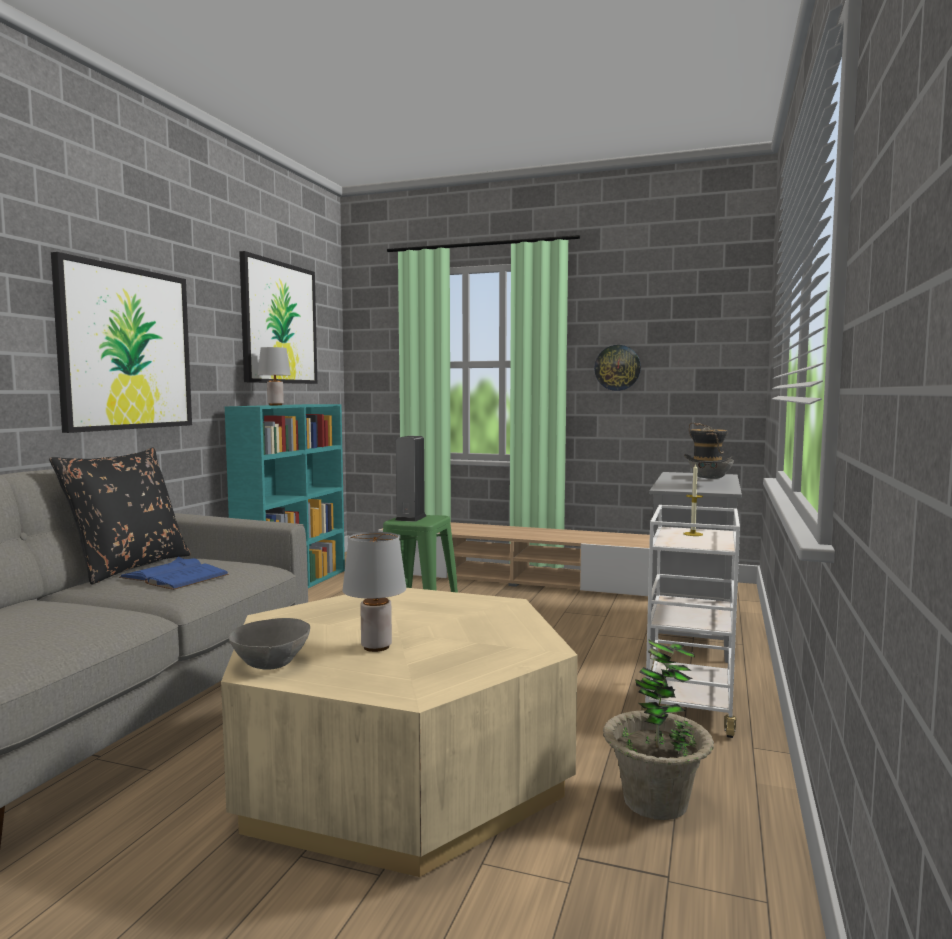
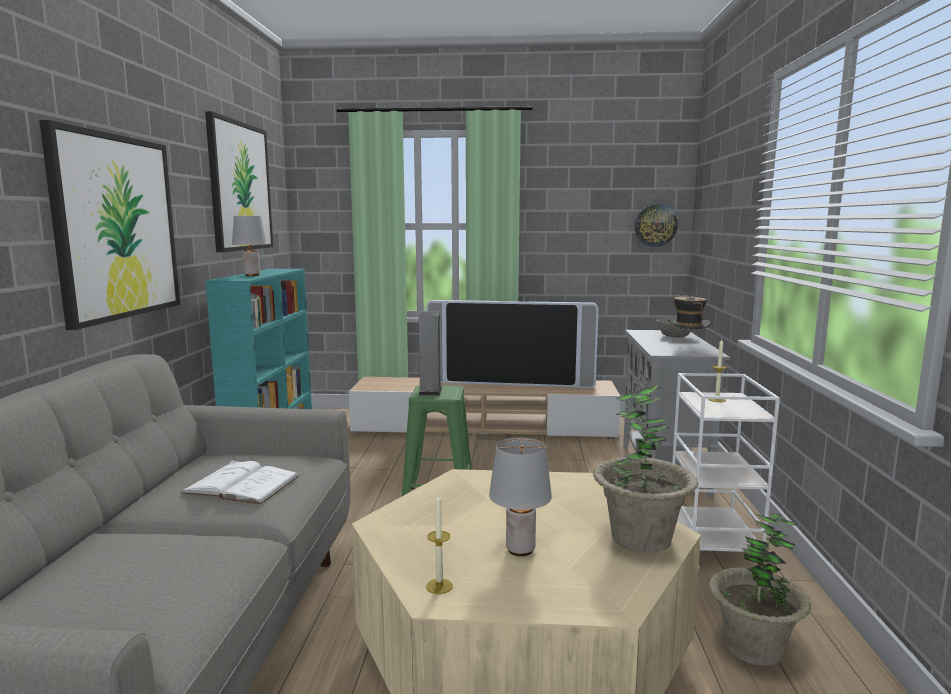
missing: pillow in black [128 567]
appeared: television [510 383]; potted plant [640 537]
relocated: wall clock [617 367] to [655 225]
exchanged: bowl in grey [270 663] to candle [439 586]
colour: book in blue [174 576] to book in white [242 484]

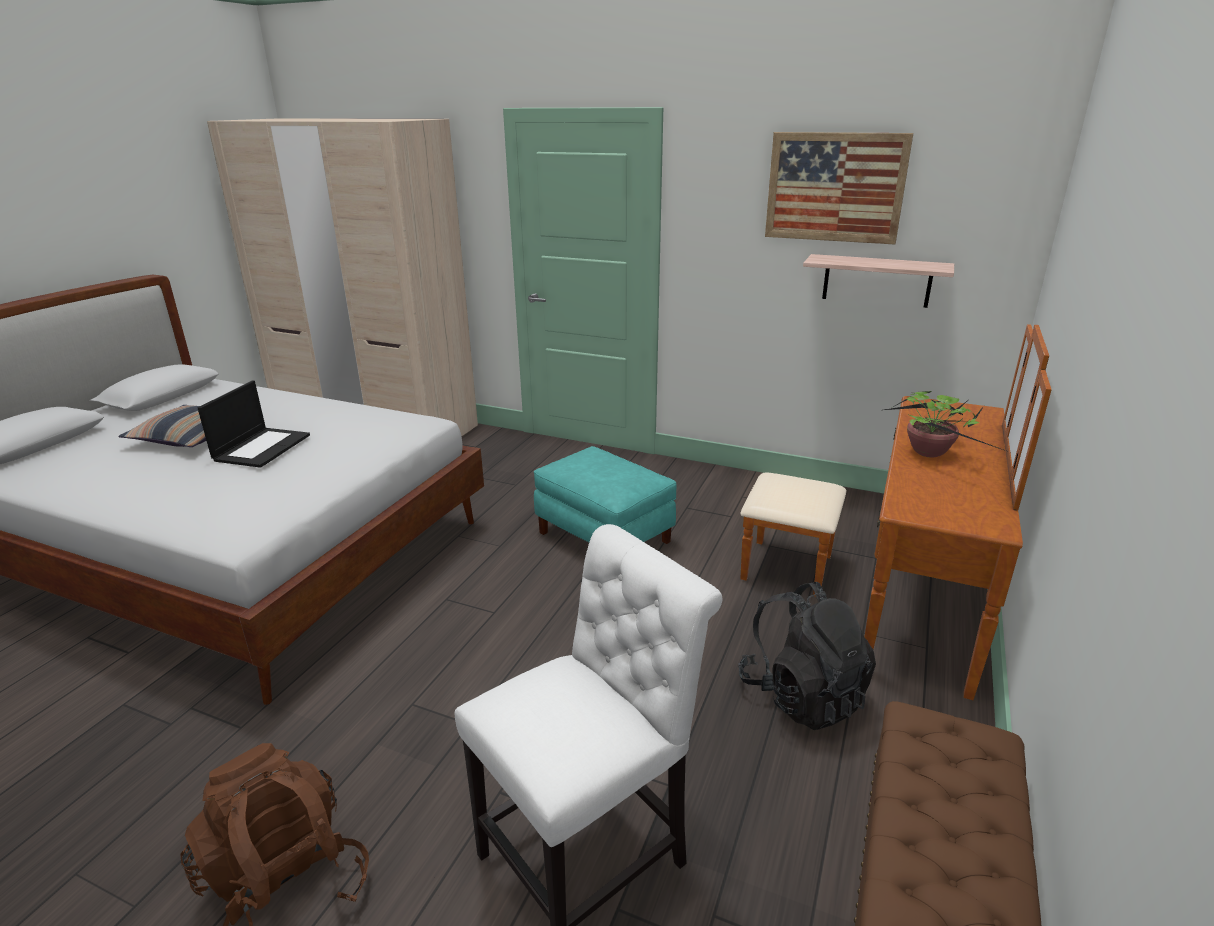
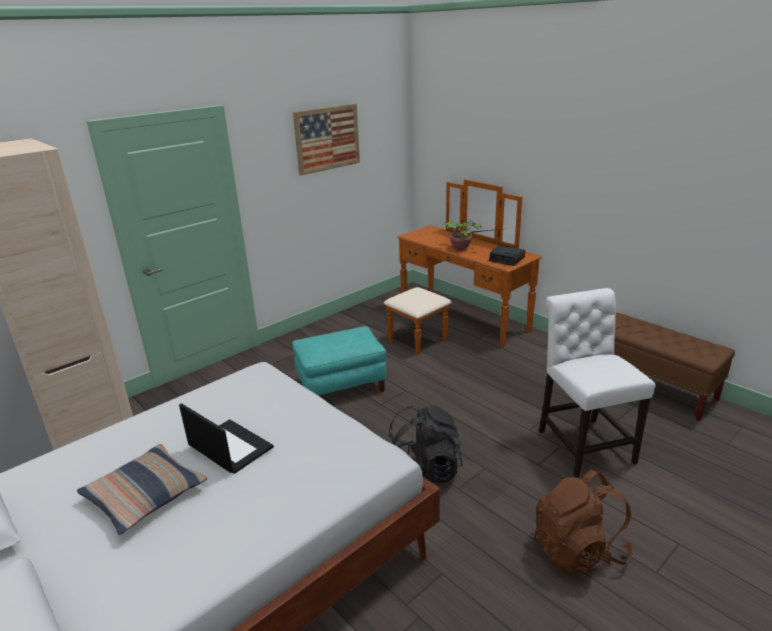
missing: shelf [876 280]
appeared: alarm clock [507 259]
relocated: backpack in black [802 695] to [423 472]

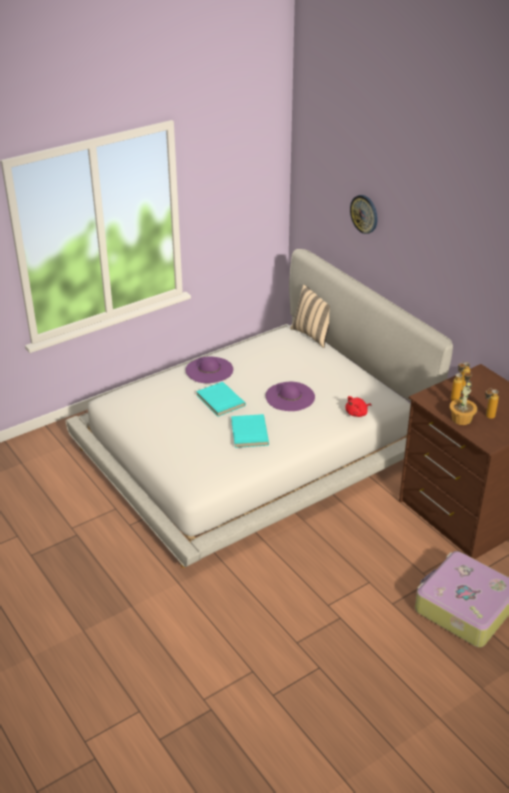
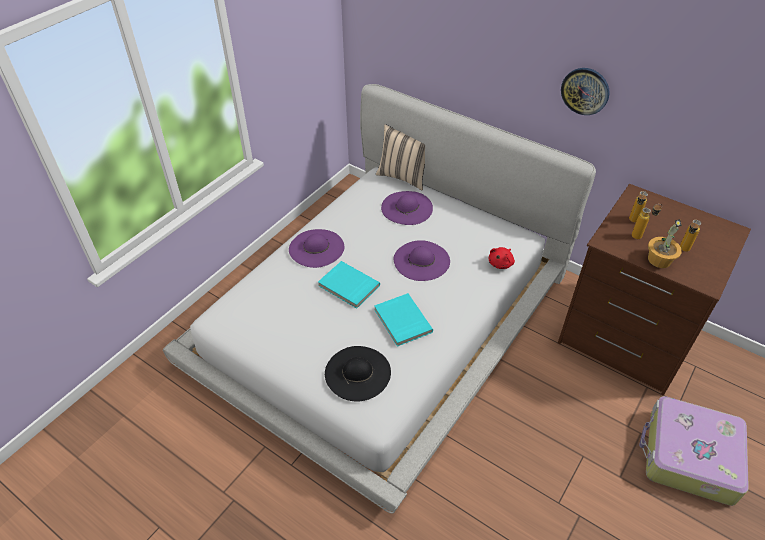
appeared: hat in black [357 373]; hat in purple [407 208]
relocated: wall clock [364 214] to [585 91]

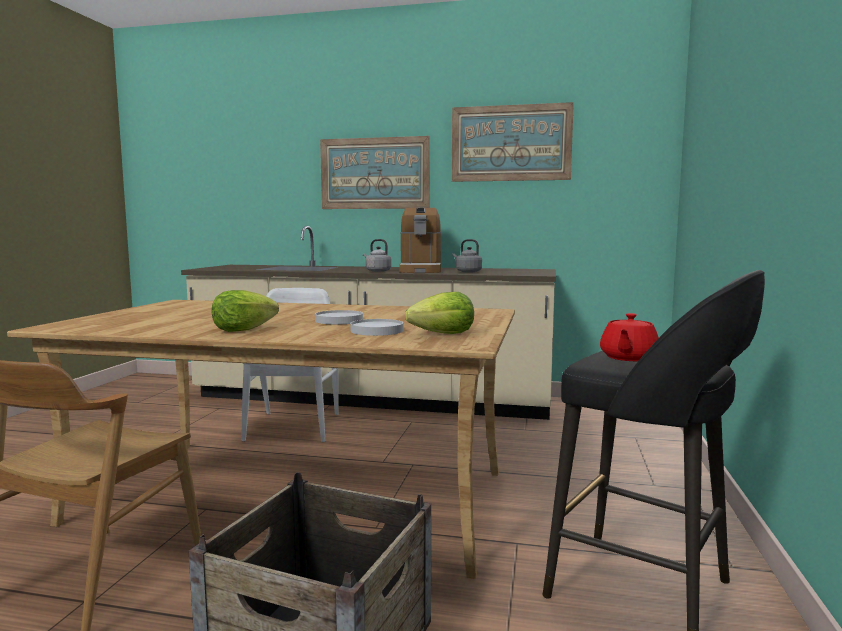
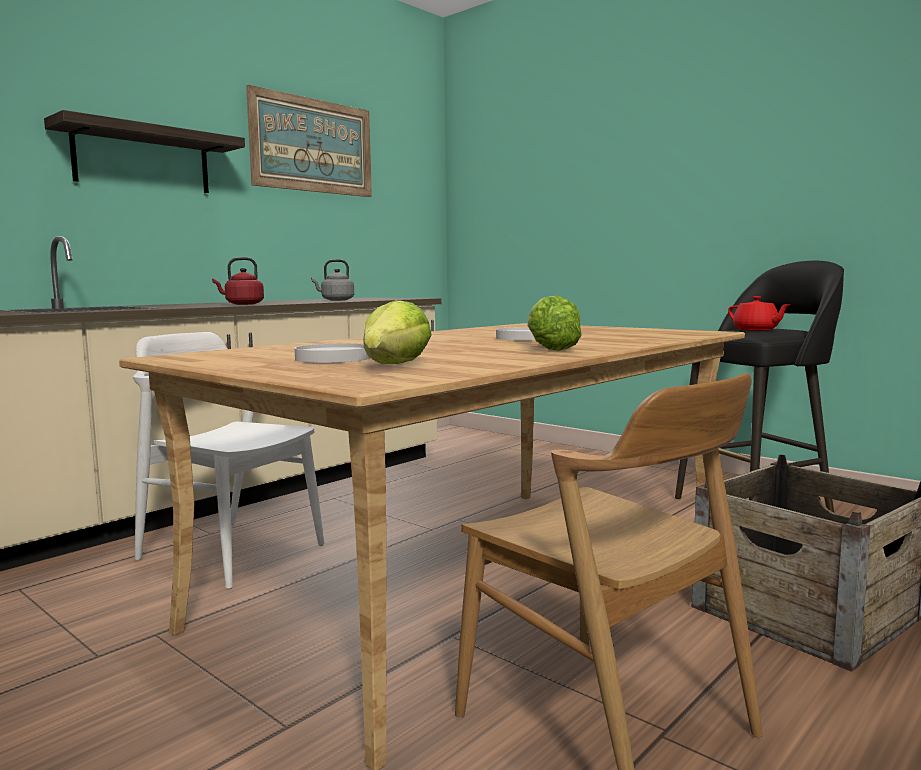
missing: coffee machine [420 270]
relocated: plate in white [376 330] to [332 358]; lettuce [443 334] to [395 365]
exchanged: picture [374 173] to shelf [143 160]
colour: kettle in grey [377 271] to kettle in red [242 304]

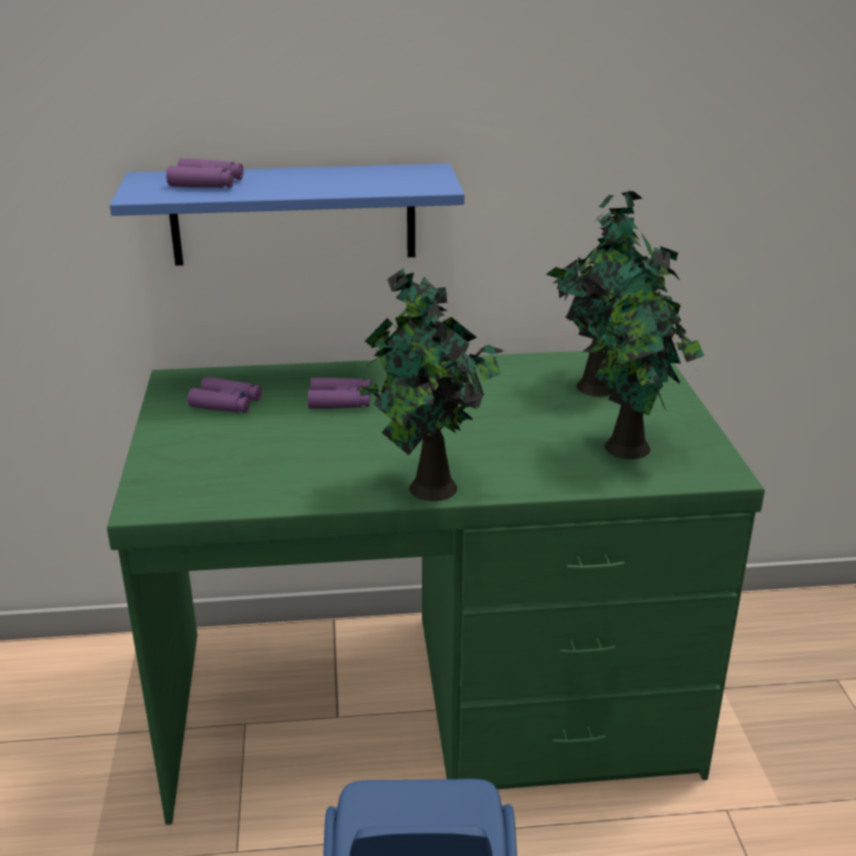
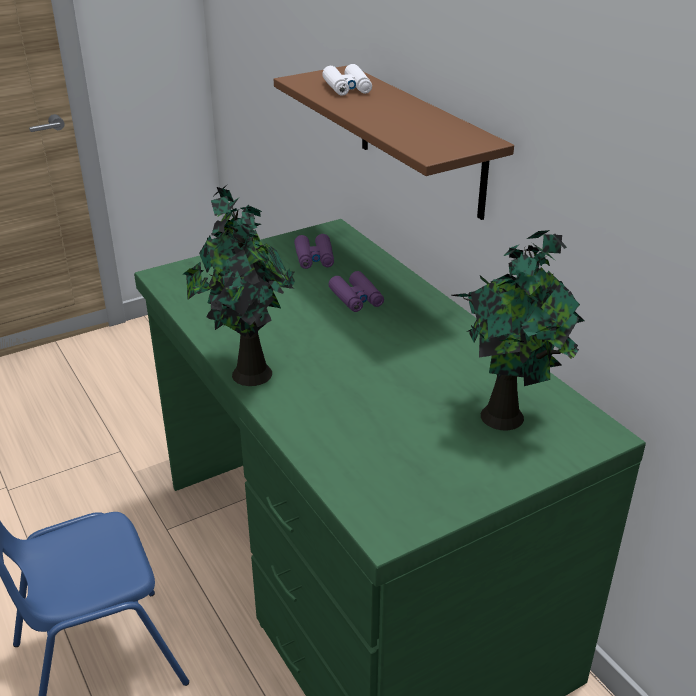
missing: potted plant [630 449]
colour: shelf in blue [293 214] to shelf in brown [421 141]; binoculars in purple [207 183] to binoculars in white [347 88]

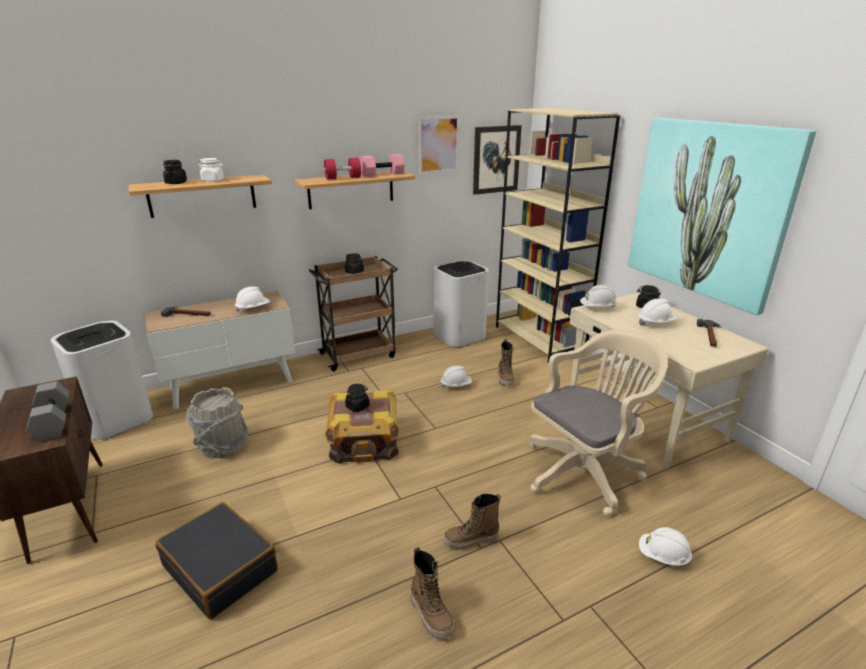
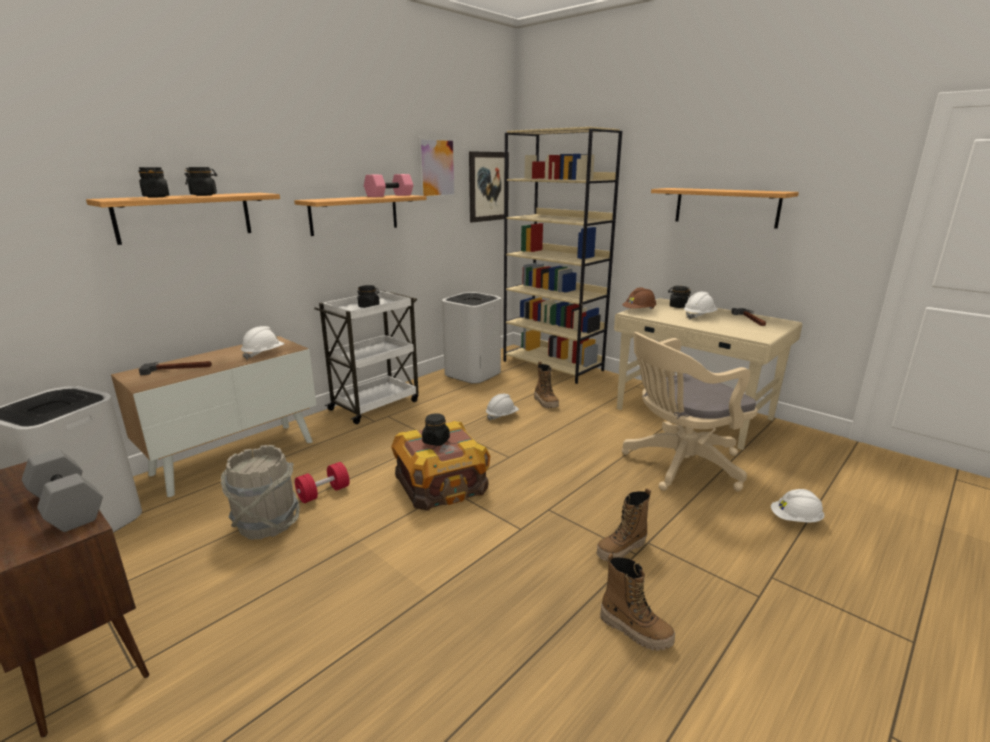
missing: suitcase in black [221 568]
relocated: dumbbell in red [343 178] to [323 493]
exchanged: picture [708 210] to shelf [726 207]
colour: jar in white [213 180] to jar in black [204 195]; cart in brown [359 355] to cart in white [376 404]; hard hat in white [597 308] to hard hat in brown [639 311]
spun: office chair in beige [586 470] = [678 465] 150 degrees counterclockwise

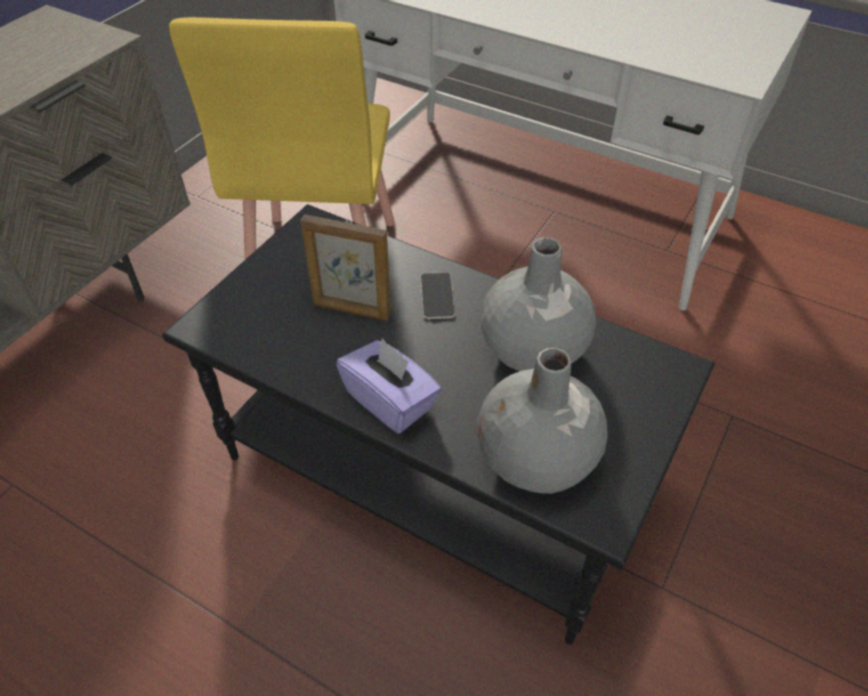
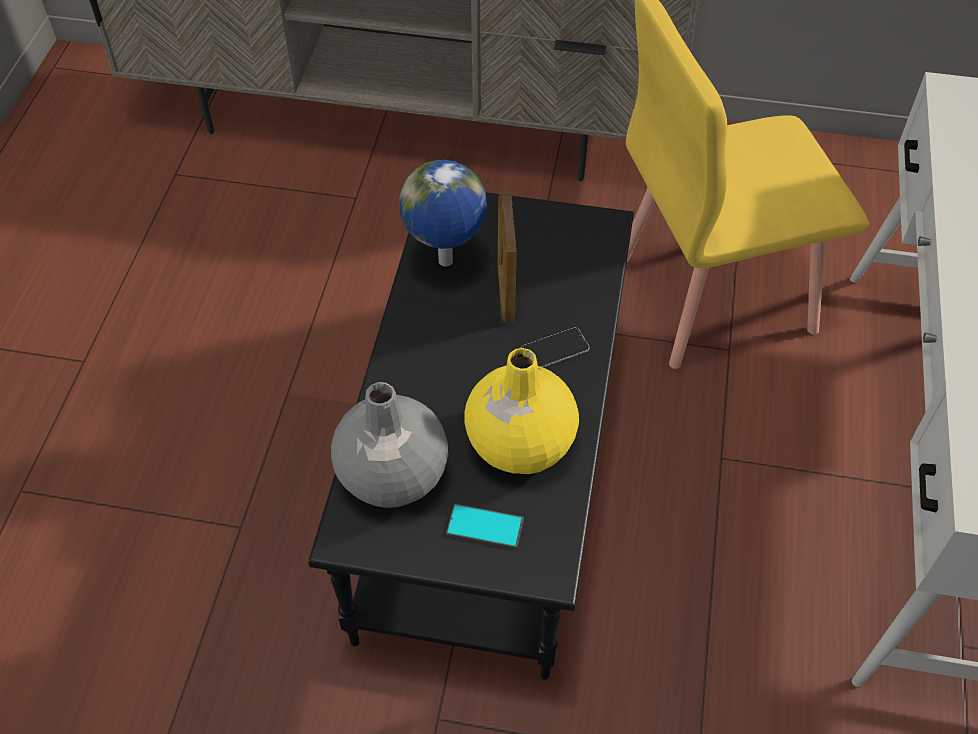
missing: tissue box in purple [390 401]
appeared: globe [446 262]; phone [485 526]
colour: vase in grey [532 349] to vase in yellow [519 442]

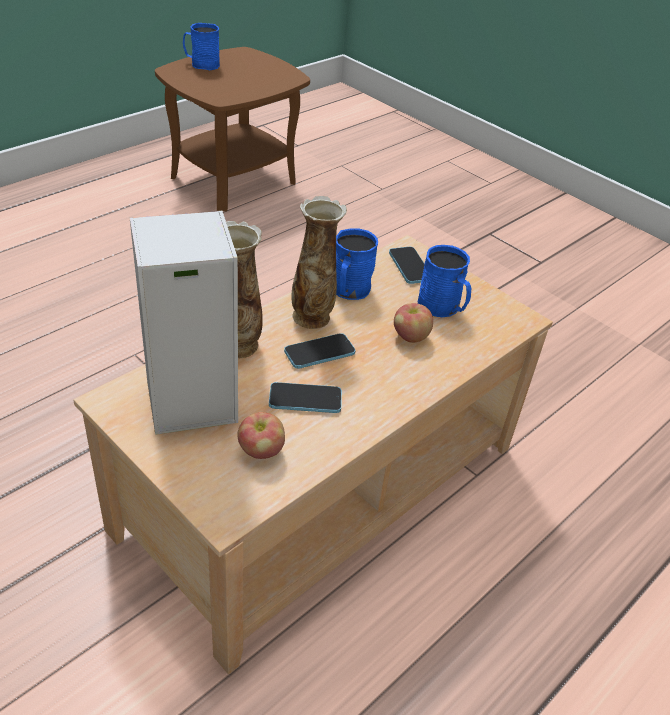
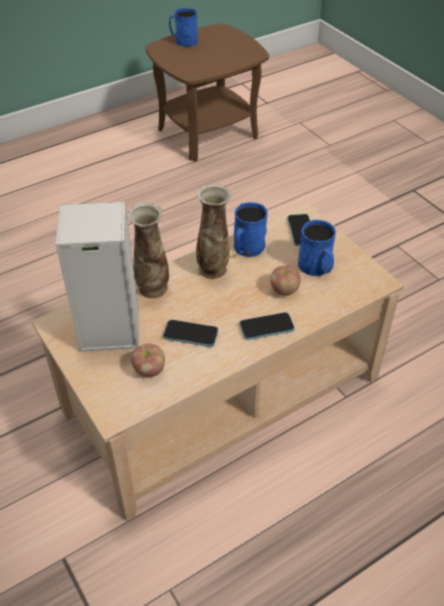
relocated: phone [319 352] to [266 327]

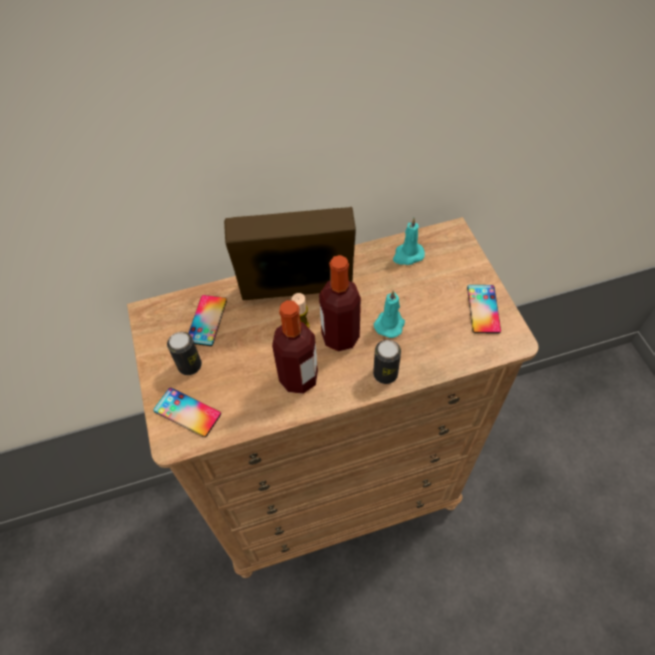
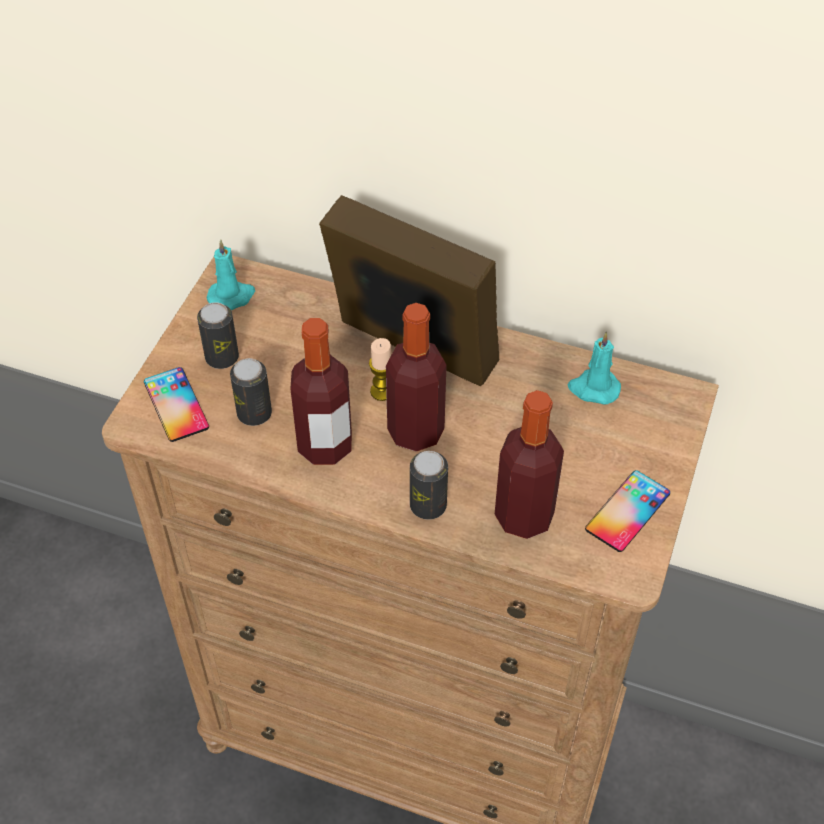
missing: phone [207 320]
appeared: can [254 413]; bottle [524 516]
relocated: candle in turquoise [390 323] to [232 297]

